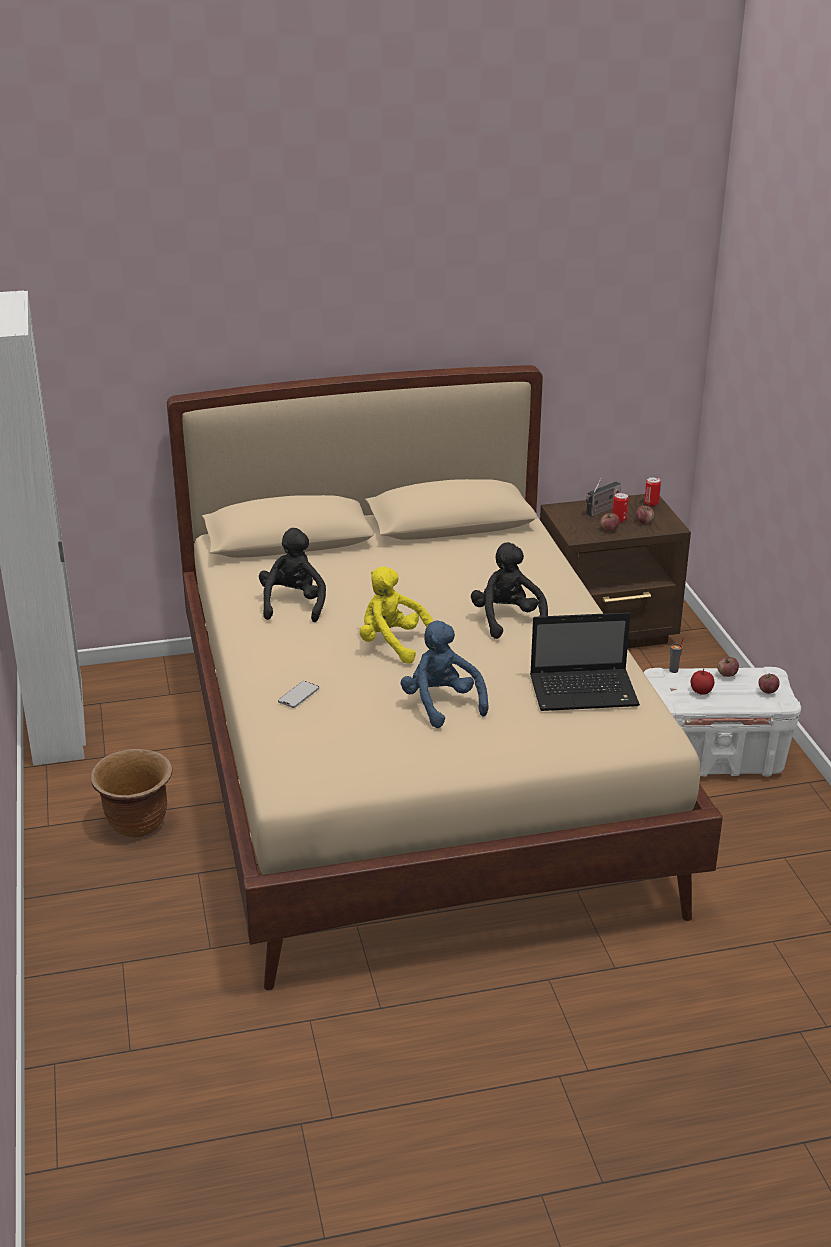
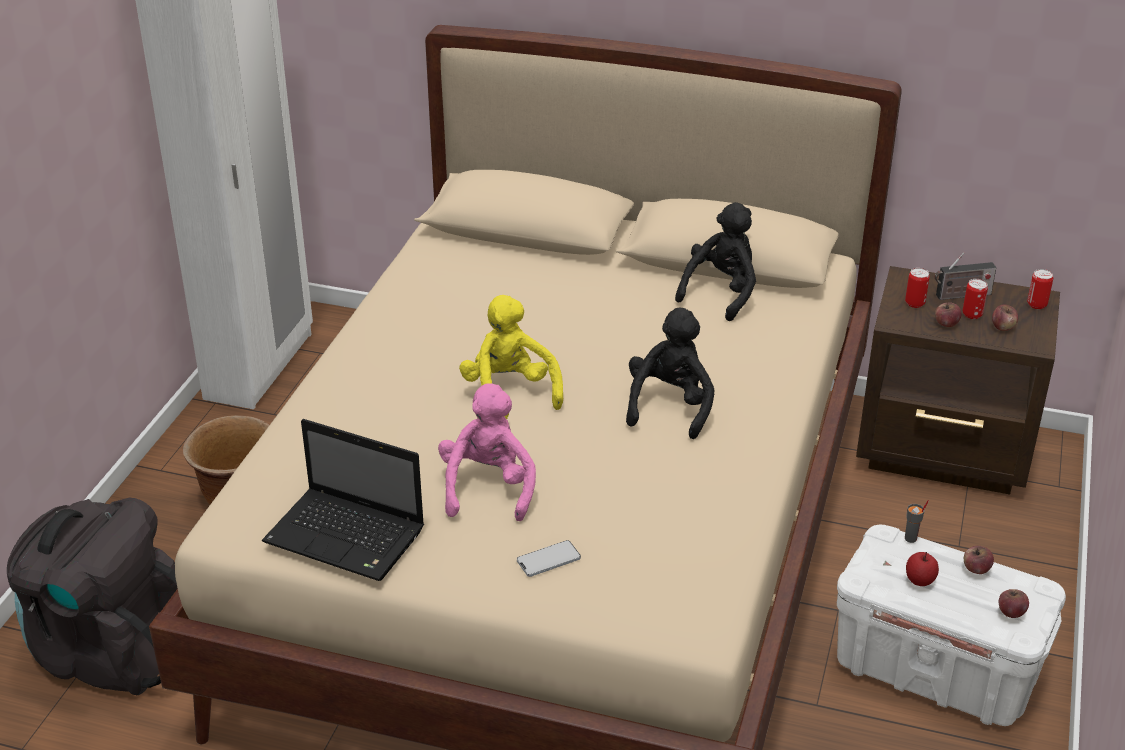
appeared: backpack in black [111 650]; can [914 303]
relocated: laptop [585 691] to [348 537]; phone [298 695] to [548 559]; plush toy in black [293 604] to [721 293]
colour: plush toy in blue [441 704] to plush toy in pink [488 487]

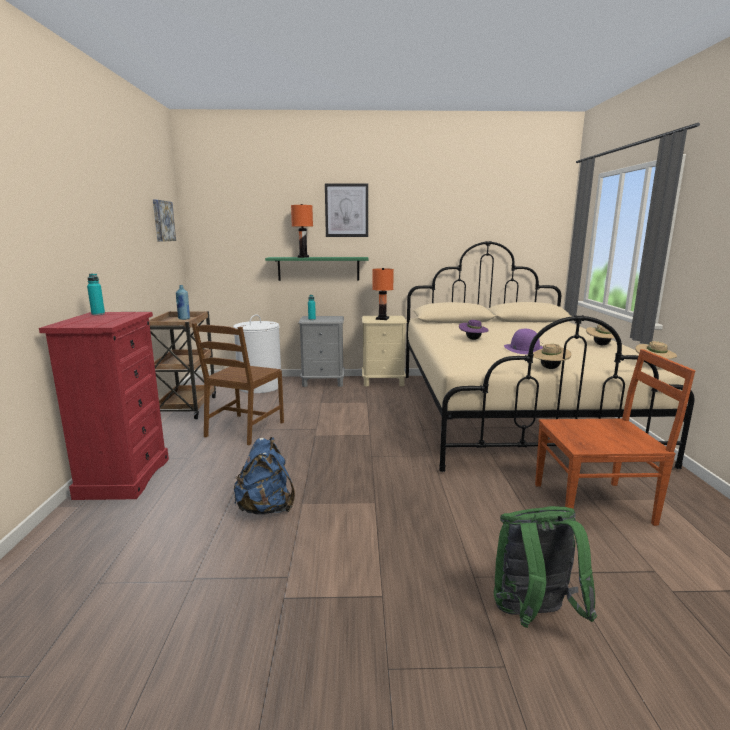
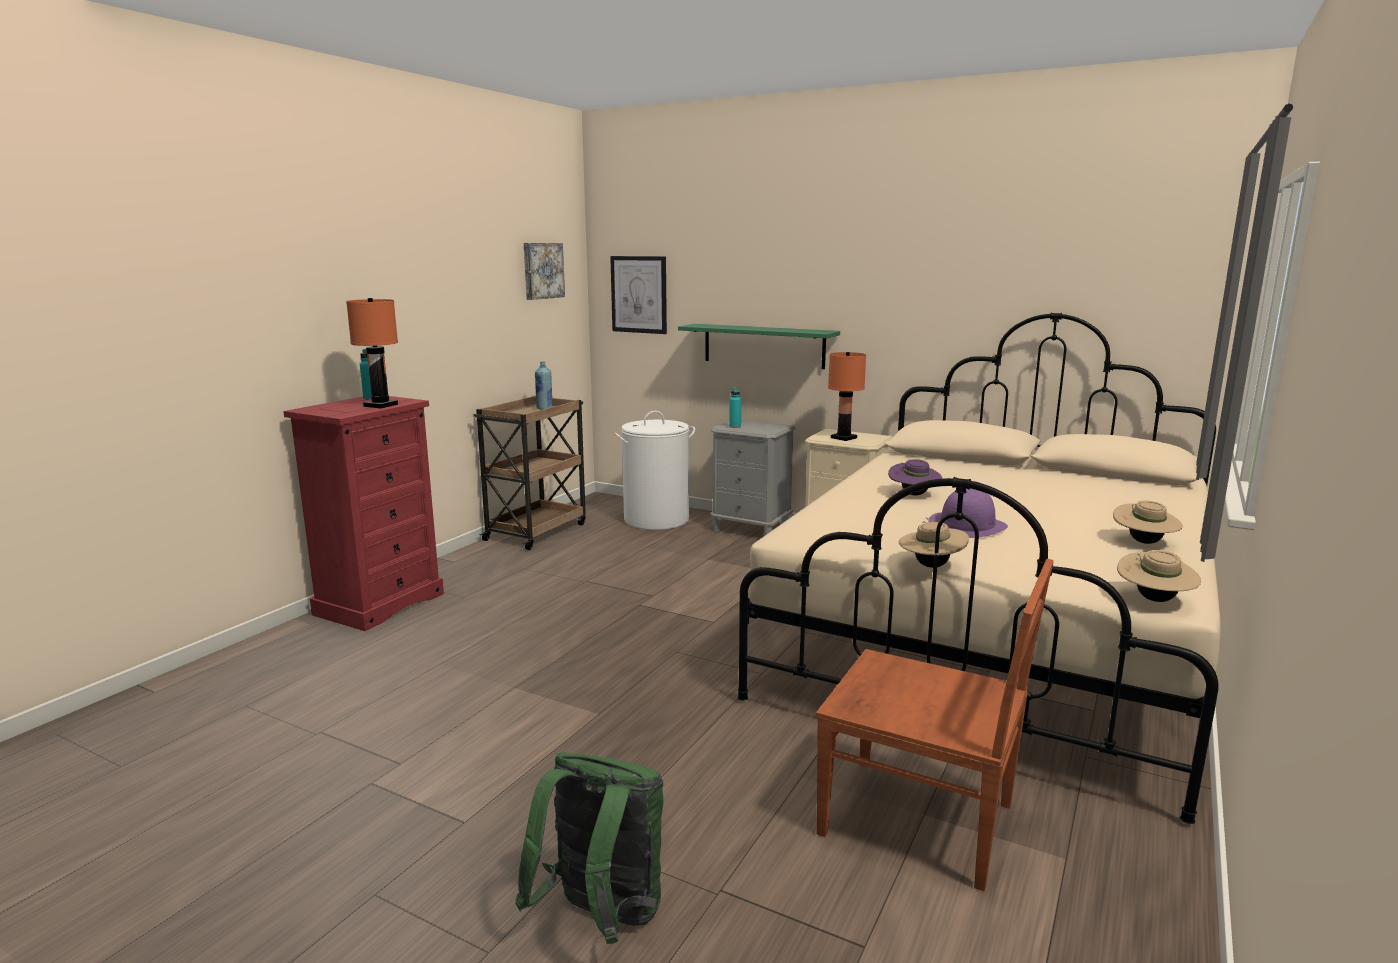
missing: chair in brown [244 429]; backpack in blue [266 508]
relocated: table lamp in orange [303 257] to [381 405]; picture [346 210] to [639 294]

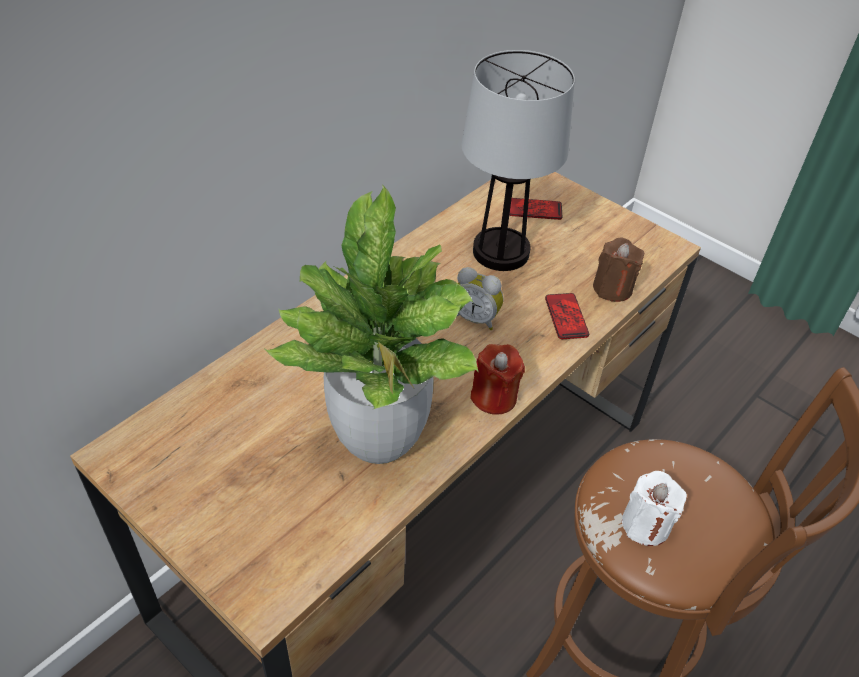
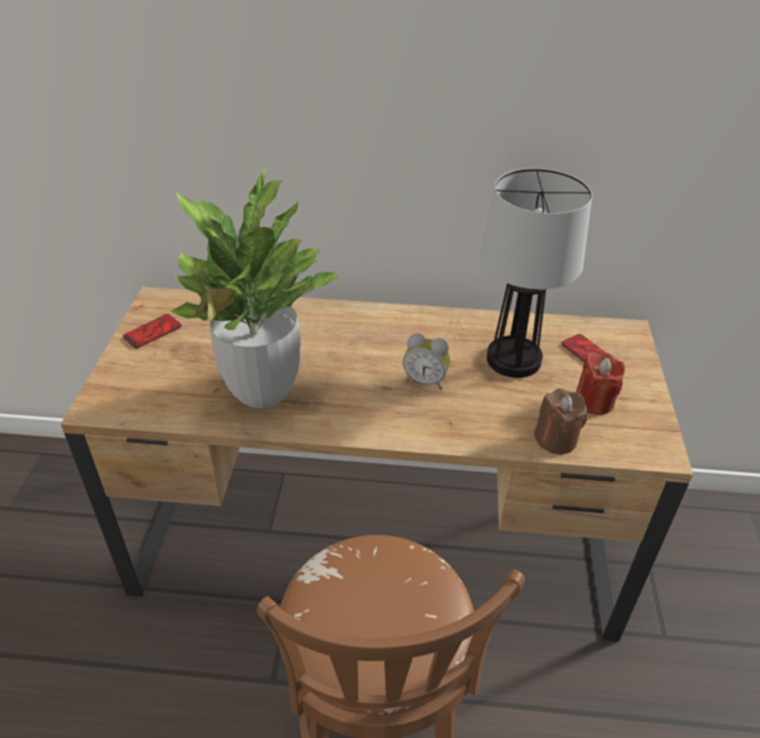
missing: candle in white [646 525]
relocated: phone [566 317] to [152 332]; candle in red [494 397] to [594 401]
spun: alarm clock [476 318] = [425 380] 60 degrees counterclockwise

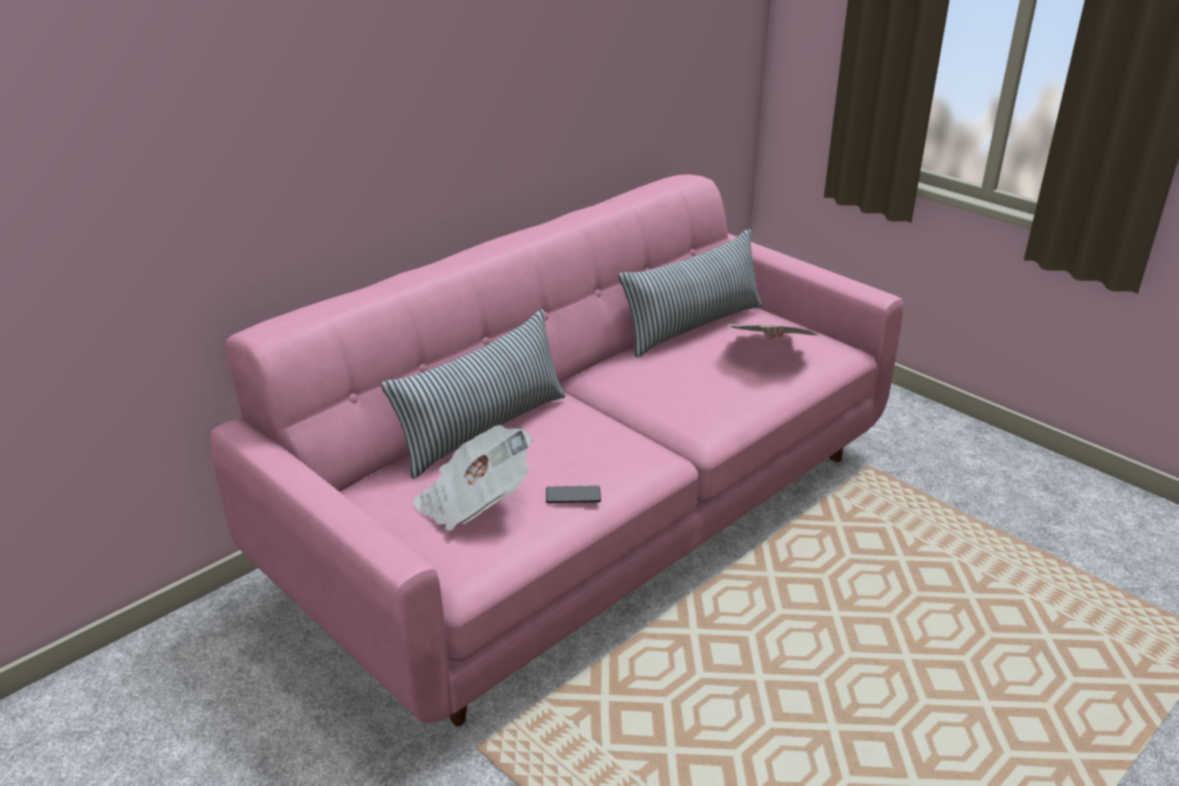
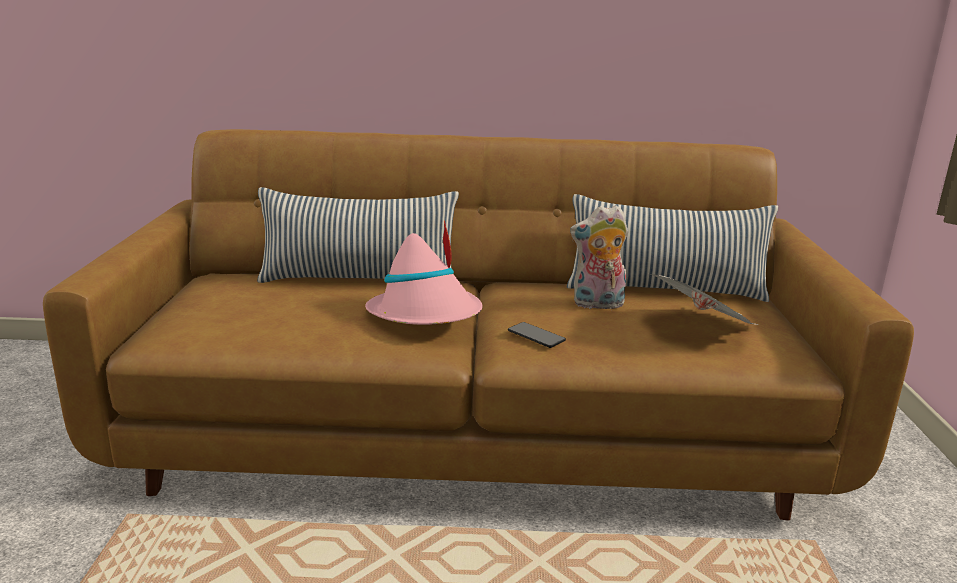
missing: newspaper [474 502]
appeared: hat in pink [426 315]; plush toy [597 304]
relocated: phone [573 496] to [536 336]
colour: sofa in pink [590 511] to sofa in brown [475 426]

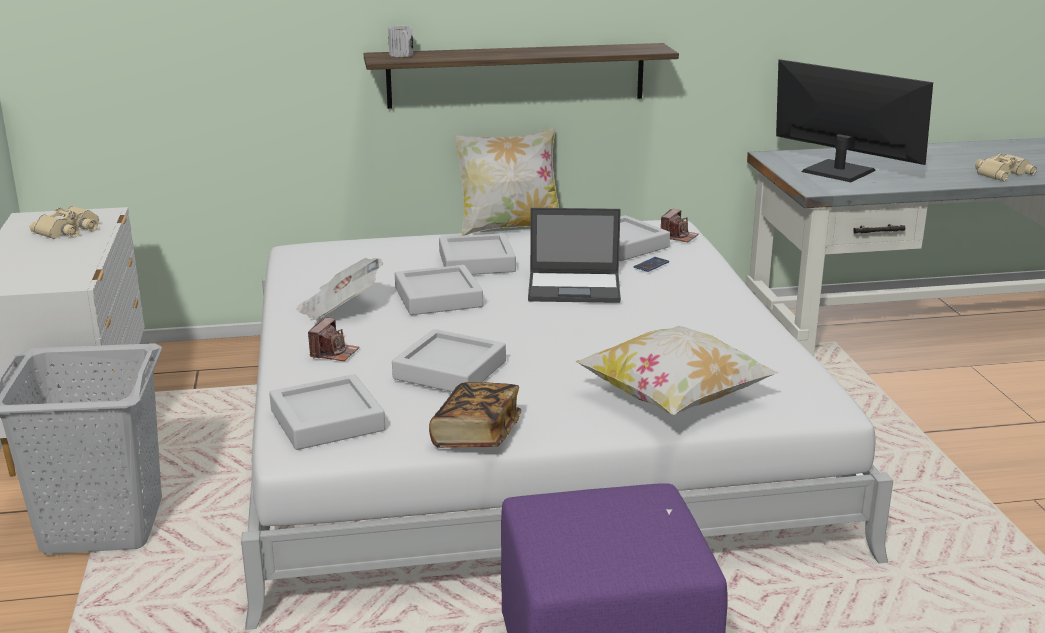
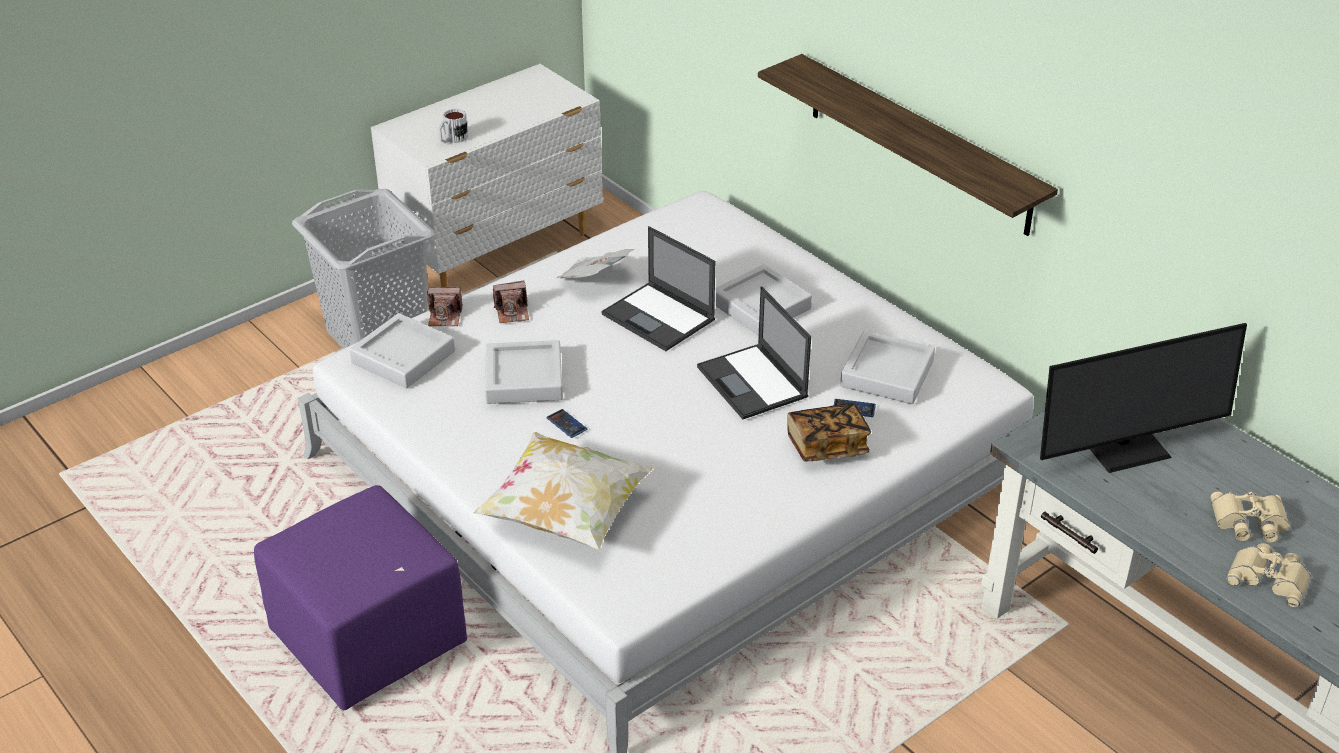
missing: pillow [509 228]
appeared: phone [566 424]
relocated: photo camera [678 237] to [445 317]; mug [402 55] to [452 139]; book [476 435] to [827 446]; binoculars in beige [69 230] to [1249 522]
exchanged: tray in grey [438 297] to laptop [659 317]
spun: monitor [839 170] = [1123 445] 60 degrees clockwise

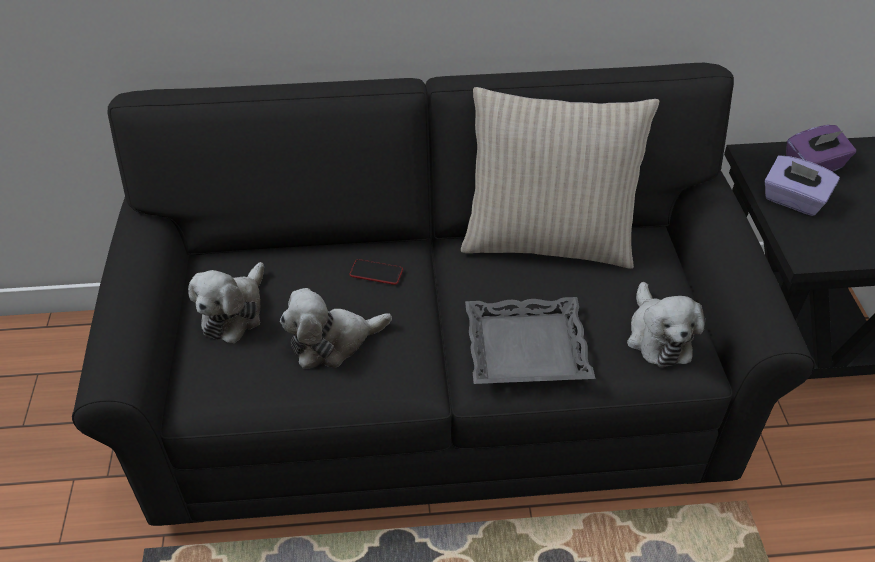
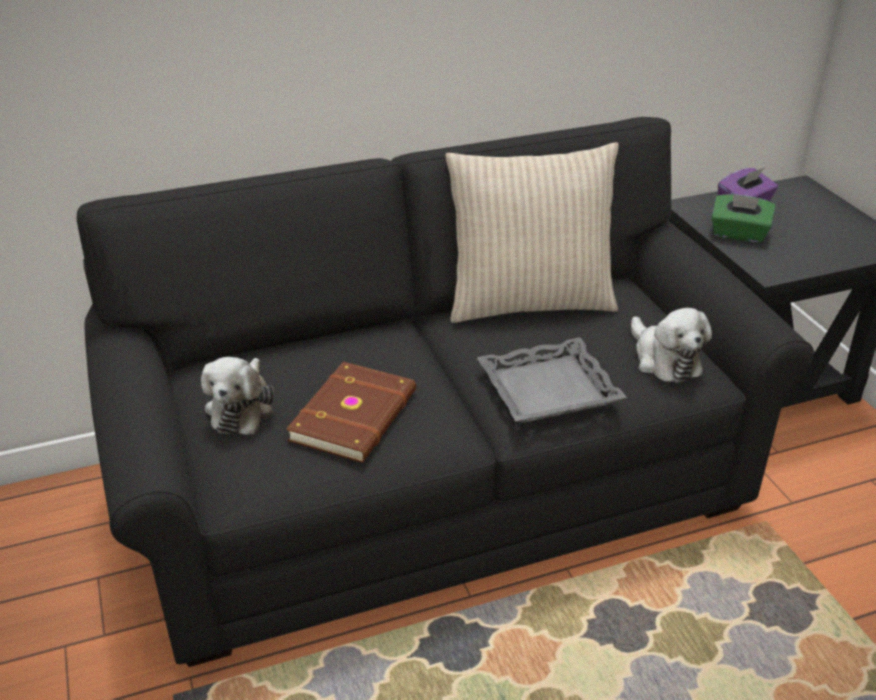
missing: phone [376 273]
exchanged: plush toy [332 342] to book in brown [356 416]
colour: tissue box in purple [793 201] to tissue box in green [738 234]

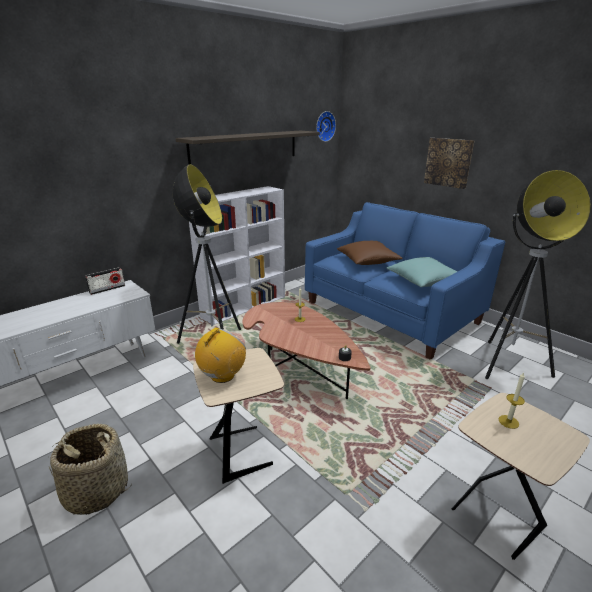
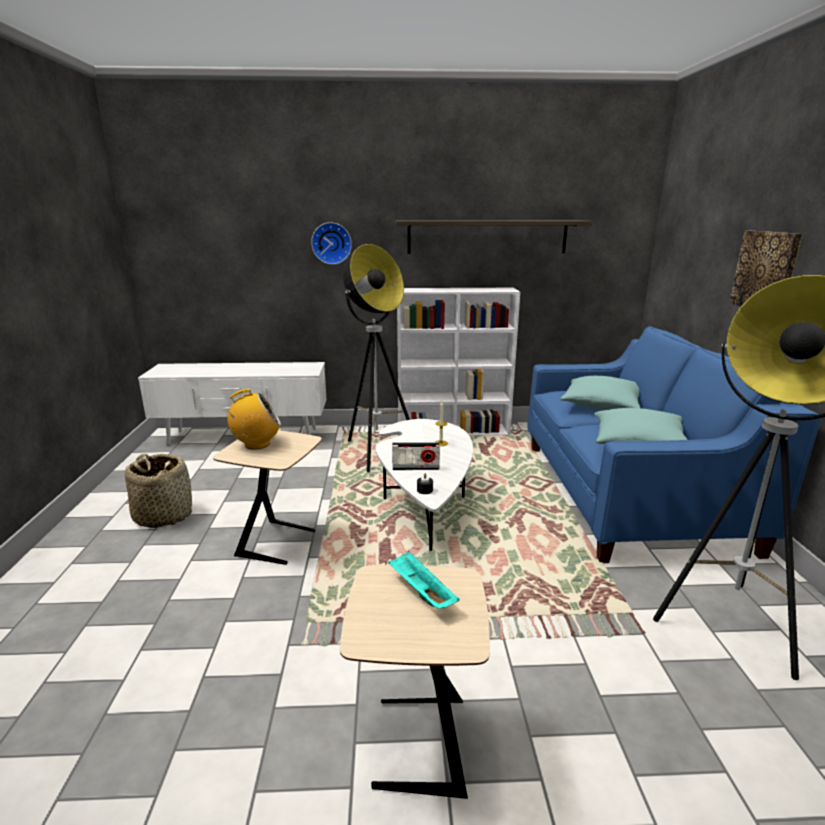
relocated: wall clock [324 126] to [331 243]; radio [107 289] to [415 468]
exchanged: candle [508 421] to tray in turquoise [420 592]
colour: coffee table in brown [299 368] to coffee table in white [425 503]; pillow in brown [368 261] to pillow in turquoise [601 405]

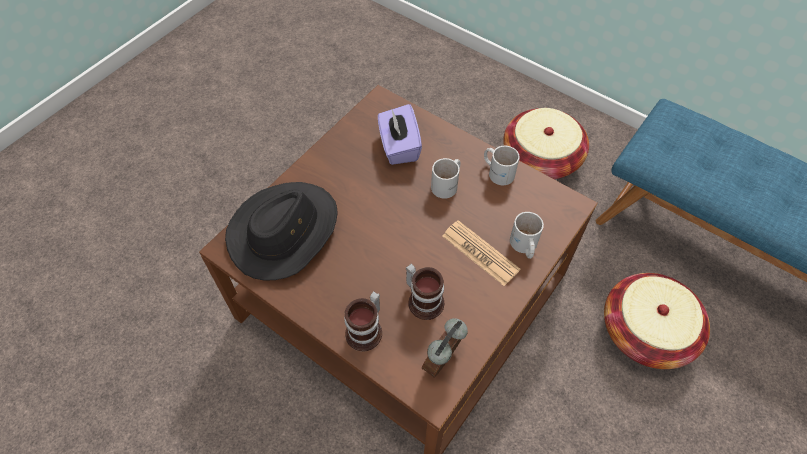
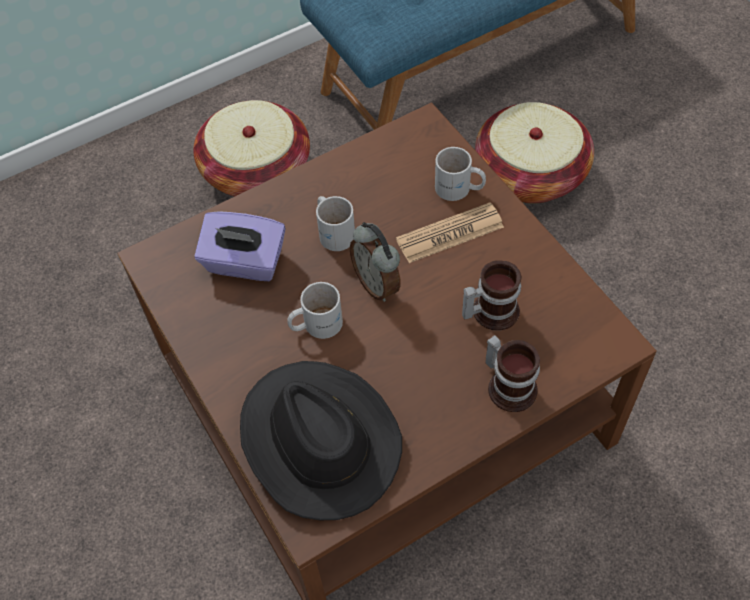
relocated: mug in white [498 171] to [315 324]; alarm clock [444 361] to [377 284]

